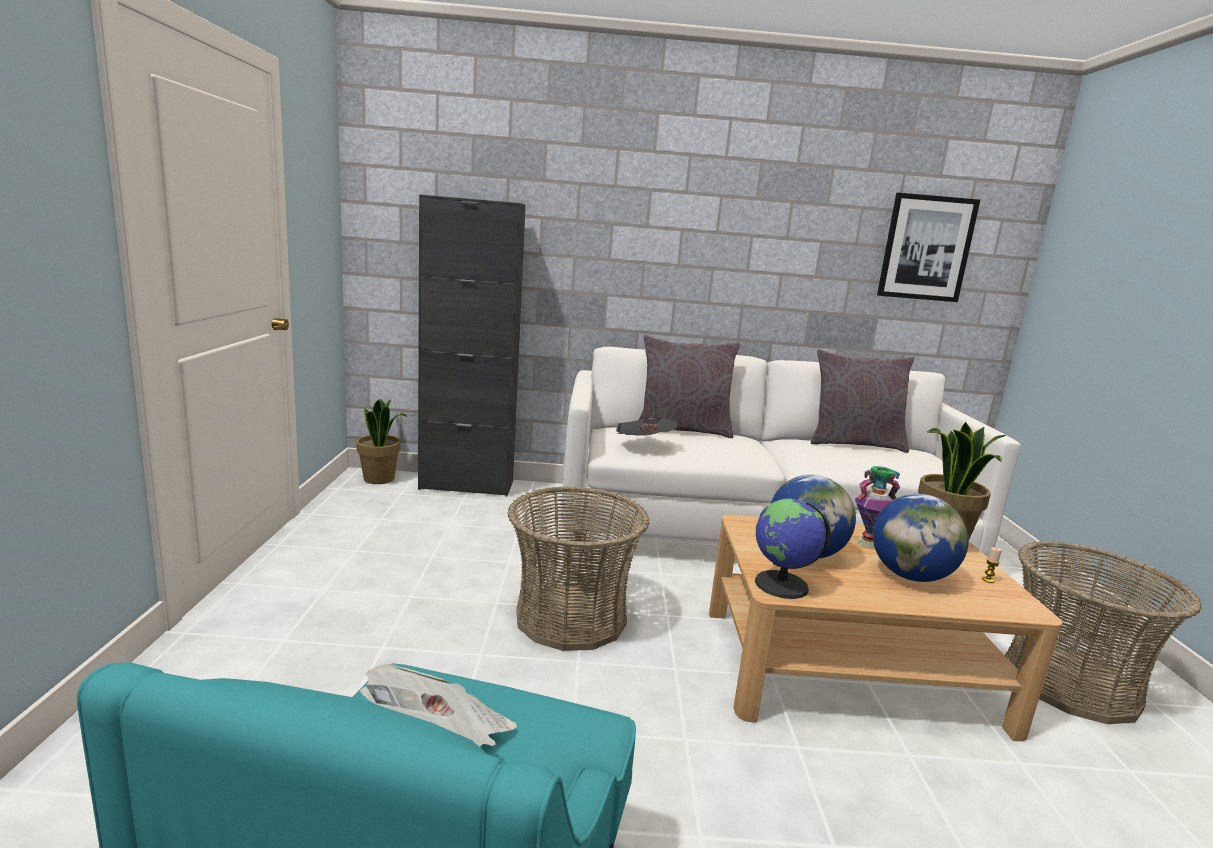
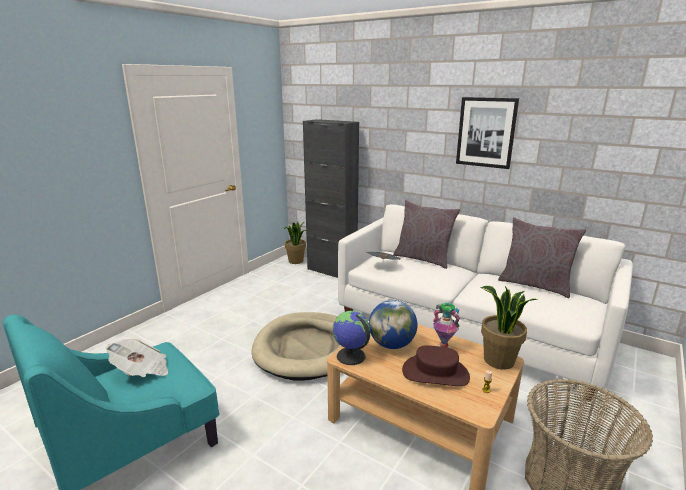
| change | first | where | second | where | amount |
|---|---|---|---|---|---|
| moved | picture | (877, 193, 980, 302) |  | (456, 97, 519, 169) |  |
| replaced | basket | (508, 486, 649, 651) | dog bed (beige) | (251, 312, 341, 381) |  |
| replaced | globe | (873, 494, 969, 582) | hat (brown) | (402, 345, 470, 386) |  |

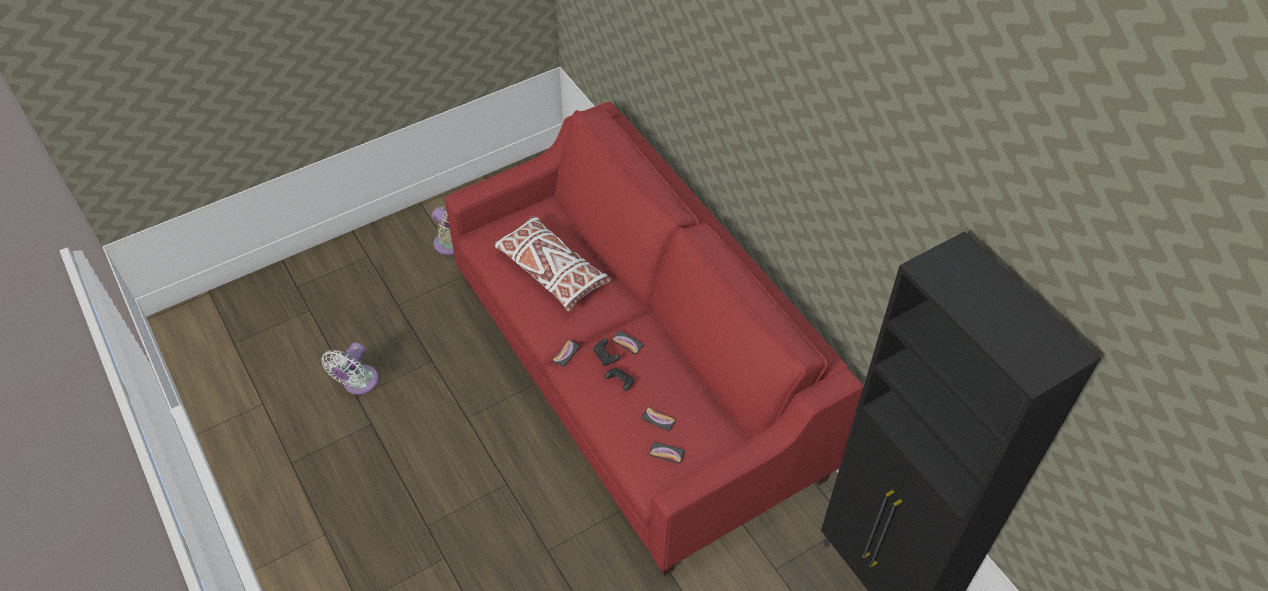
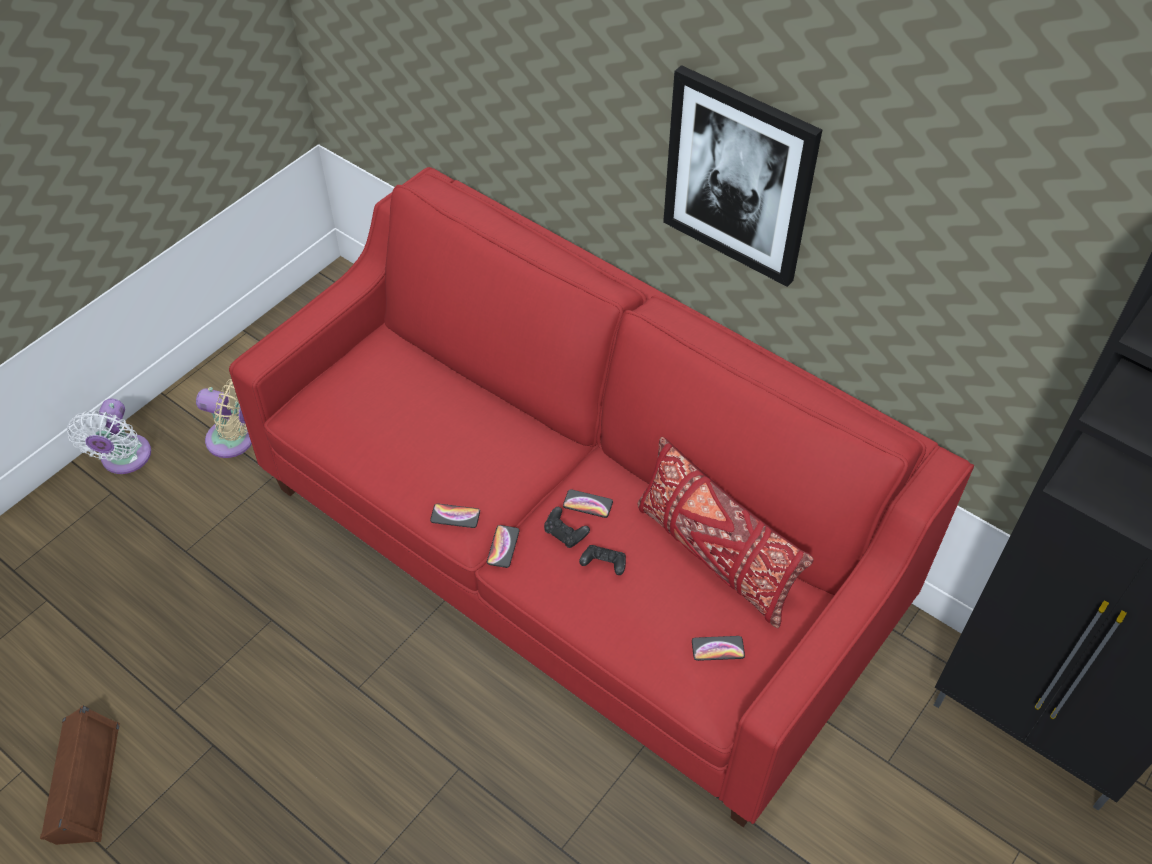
| change | first | where | second | where | amount |
|---|---|---|---|---|---|
| removed | pillow (white) | (493, 216, 612, 312) |  |  |  |
| moved | fan (white) | (321, 342, 379, 395) |  | (67, 399, 151, 474) |  |
| moved | phone | (641, 407, 676, 431) |  | (430, 503, 480, 528) |  |
| added |  |  | picture | (663, 65, 822, 287) |  |
| added |  |  | pillow (red) | (638, 437, 814, 628) |  |
| added |  |  | speaker (brown) | (40, 705, 120, 845) |  |

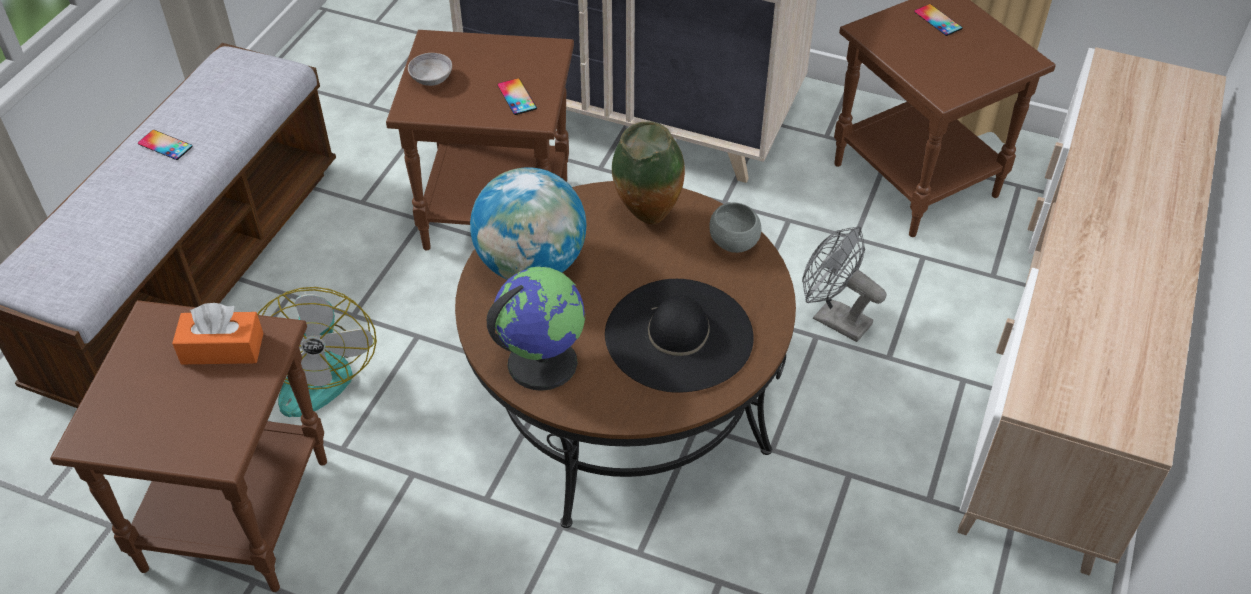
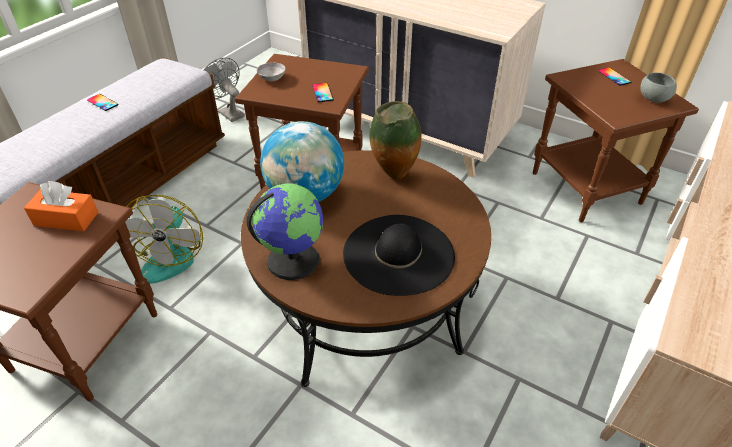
| change | first | where | second | where | amount |
|---|---|---|---|---|---|
| moved | bowl (grey) | (710, 202, 761, 253) |  | (640, 72, 677, 103) |  |
| moved | fan (grey) | (802, 226, 886, 342) |  | (204, 58, 245, 122) |  |

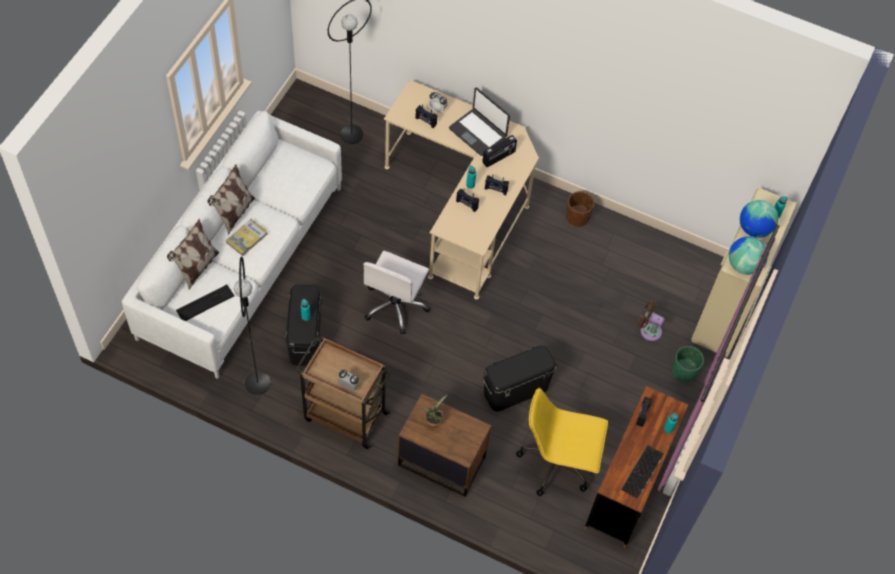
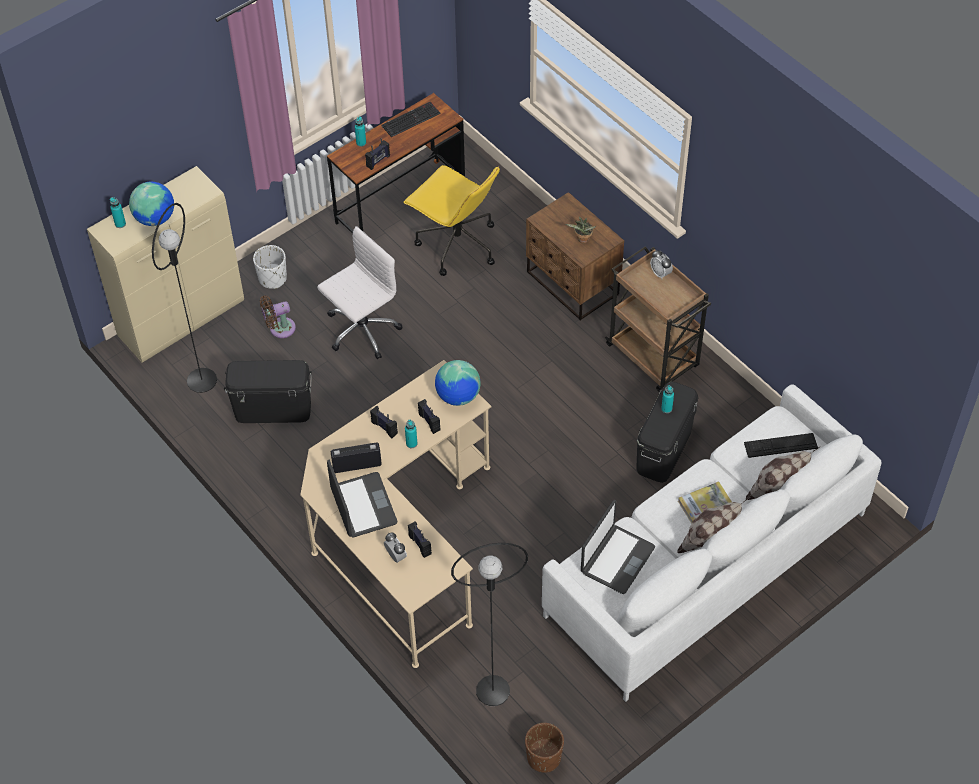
| change | first | where | second | where | amount |
|---|---|---|---|---|---|
| moved | planter (brown) | (566, 191, 594, 227) |  | (525, 723, 564, 773) |  |
| moved | globe | (729, 236, 768, 275) |  | (435, 360, 481, 406) |  |
| moved | office chair (white) | (363, 251, 430, 334) |  | (317, 226, 402, 359) |  |
| moved | floor lamp (black) | (234, 256, 271, 395) |  | (152, 203, 217, 393) |  |
| turned | fan (brown) | (638, 301, 665, 341) |  | (260, 296, 296, 338) | 105 degrees clockwise |
| moved | storage box (black) | (483, 346, 557, 412) |  | (224, 360, 312, 423) |  |
| recoloured | planter (green) | (672, 346, 704, 382) | planter (white) | (253, 245, 287, 289) |  |
| added |  |  | laptop | (581, 500, 655, 594) |  |

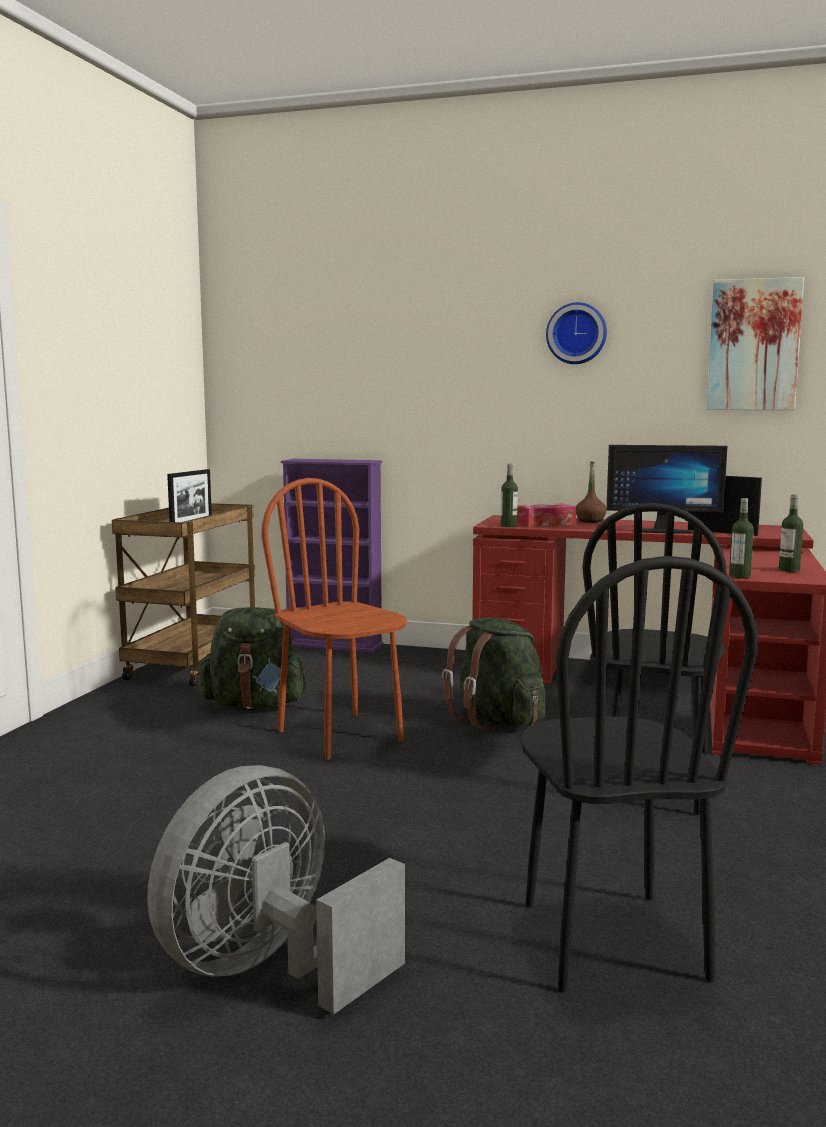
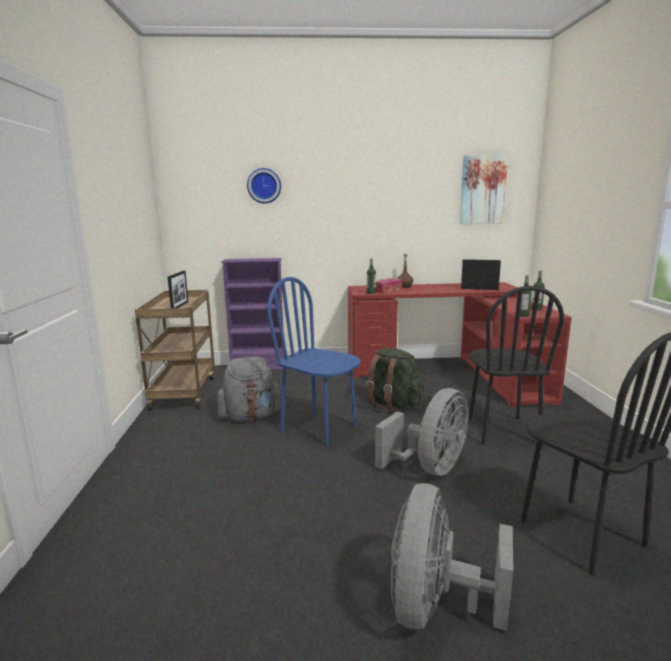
| change | first | where | second | where | amount |
|---|---|---|---|---|---|
| moved | wall clock | (546, 302, 607, 364) |  | (247, 168, 281, 203) |  |
| removed | monitor | (606, 445, 727, 534) |  |  |  |
| recoloured | chair (brown) | (261, 478, 407, 760) | chair (blue) | (267, 277, 361, 447) |  |
| recoloured | backpack (green) | (200, 607, 308, 711) | backpack (grey) | (216, 357, 282, 421) |  |
| added |  |  | fan (grey) | (375, 388, 468, 476) |  |

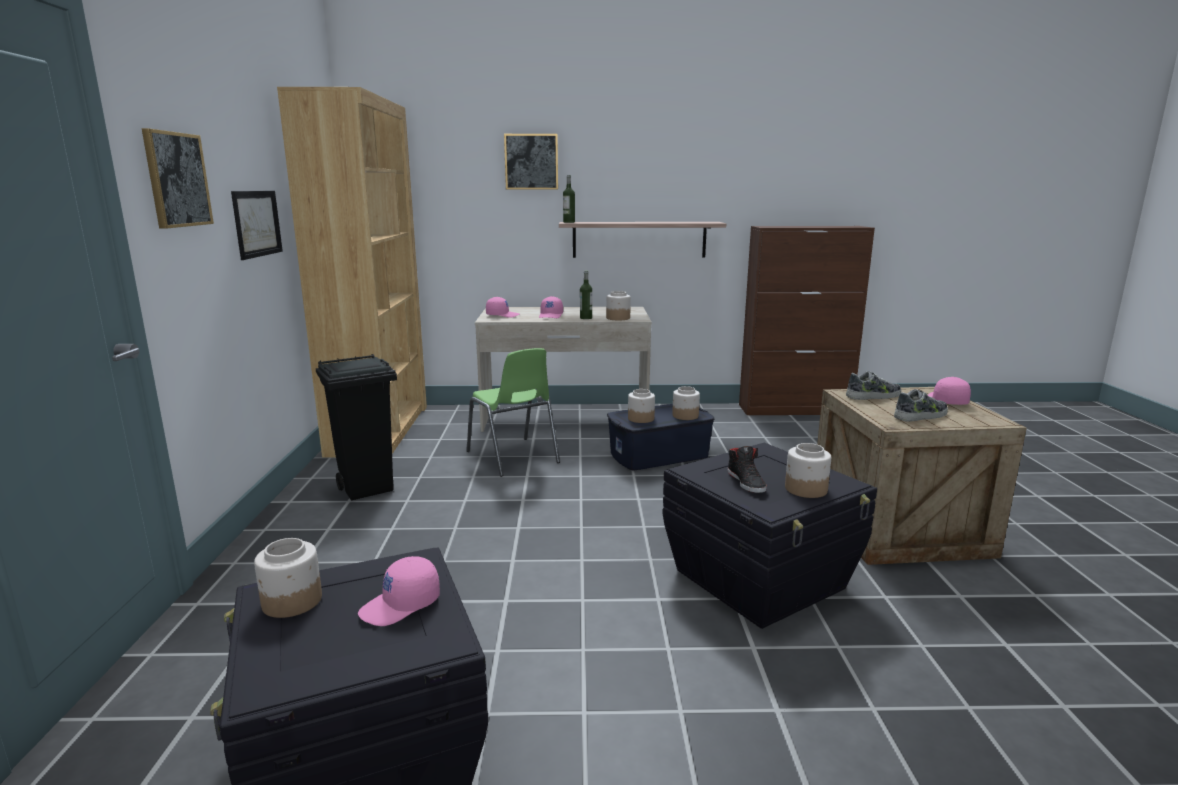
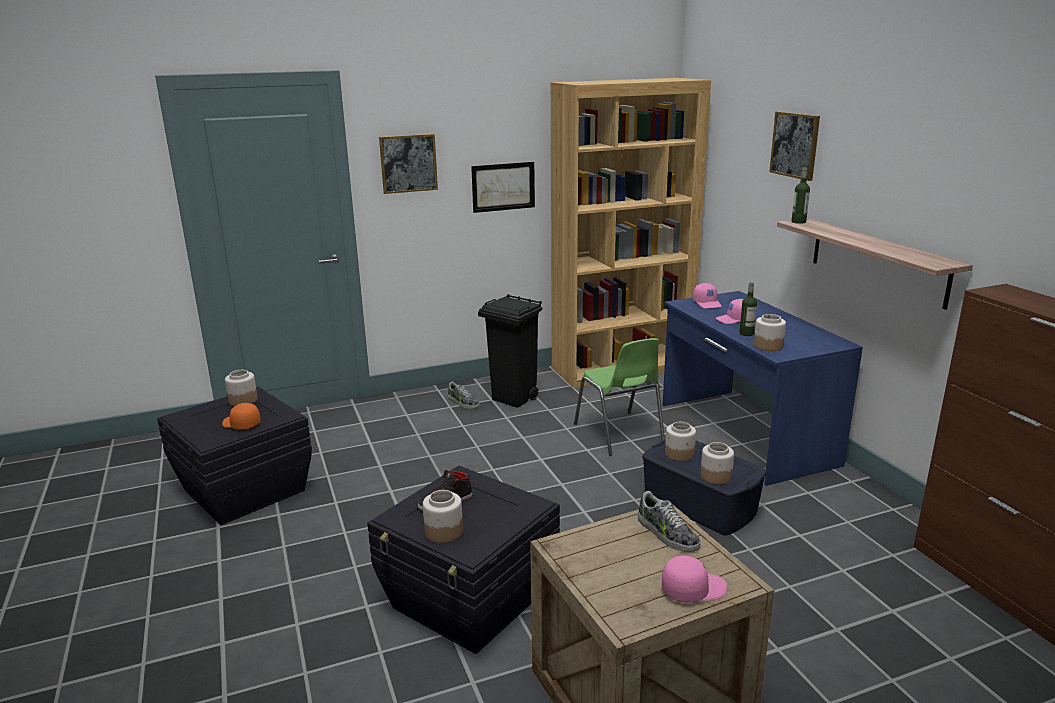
| change | first | where | second | where | amount |
|---|---|---|---|---|---|
| recoloured | desk (beige) | (475, 307, 652, 432) | desk (blue) | (663, 291, 863, 486) |  |
| turned | chair (green) | (466, 348, 560, 477) |  | (574, 338, 665, 456) | 60 degrees counterclockwise |
| moved | shoe | (894, 389, 948, 422) |  | (448, 382, 480, 409) |  |
| recoloured | cap (pink) | (358, 556, 440, 626) | cap (orange) | (222, 403, 261, 429) |  |

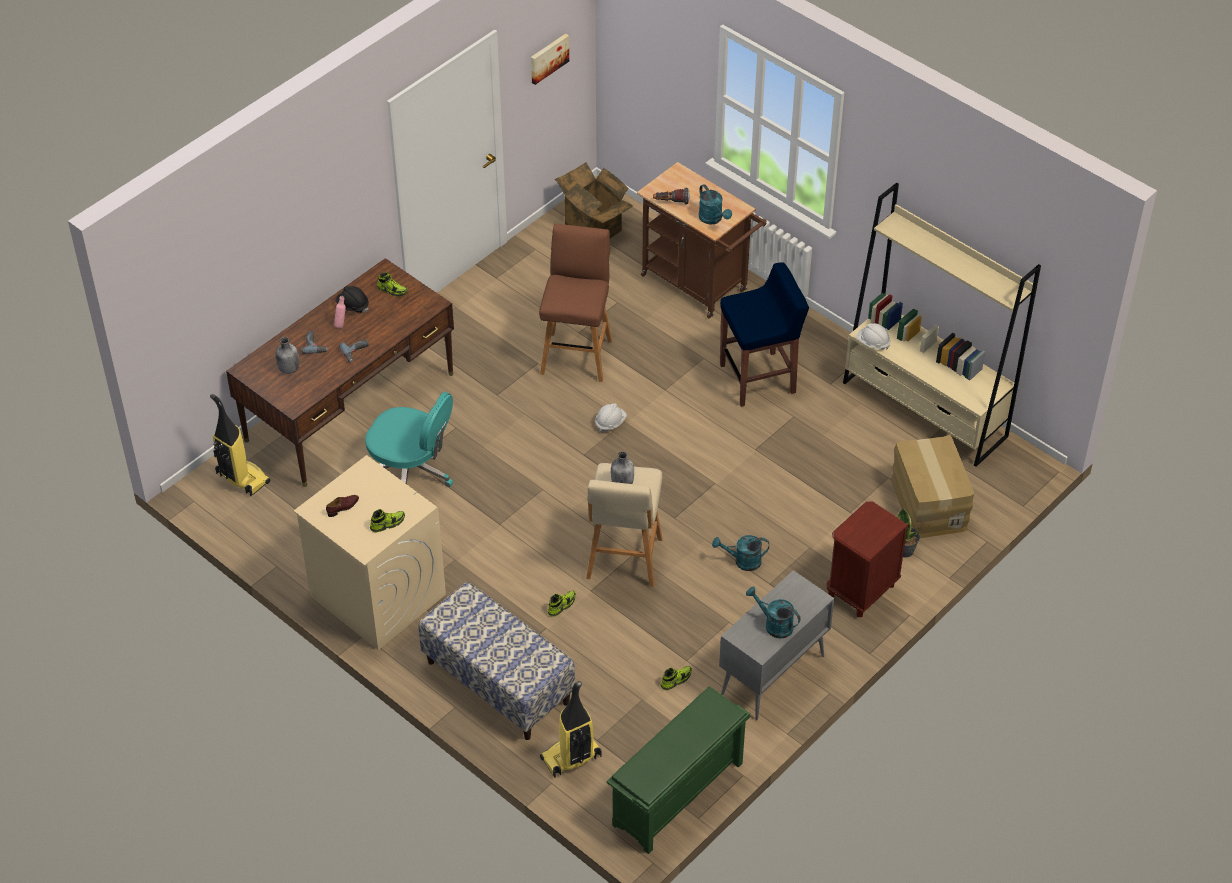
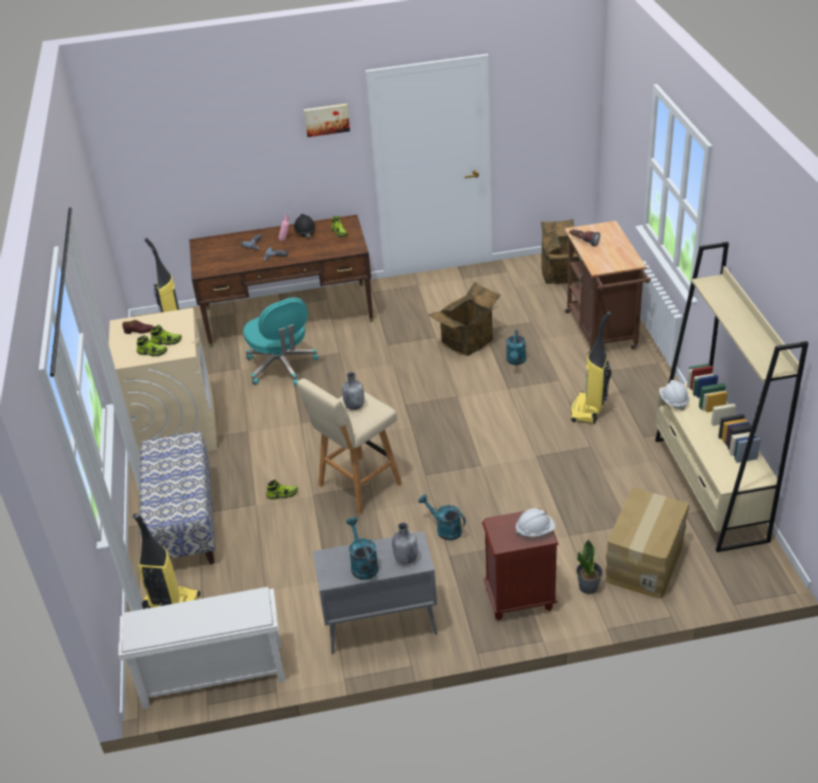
| change | first | where | second | where | amount |
|---|---|---|---|---|---|
| moved | picture | (531, 34, 569, 85) |  | (304, 103, 350, 137) |  |
| moved | watering can (turquoise) | (699, 184, 732, 225) |  | (506, 330, 526, 365) |  |
| replaced | stool (brown) | (539, 224, 612, 382) | cardboard box | (429, 282, 501, 356) |  |
| replaced | stool (blue) | (720, 263, 809, 407) | vacuum cleaner | (570, 311, 611, 424) |  |
| moved | bottle (grey) | (276, 337, 299, 374) |  | (392, 523, 418, 564) |  |
| moved | hard hat (white) | (595, 403, 627, 433) |  | (515, 508, 555, 536) |  |
| moved | shoe | (661, 666, 692, 690) |  | (151, 325, 182, 345) |  |
| recoloured | shoe rack (green) | (606, 686, 750, 854) | shoe rack (white) | (118, 587, 285, 709) |  |

